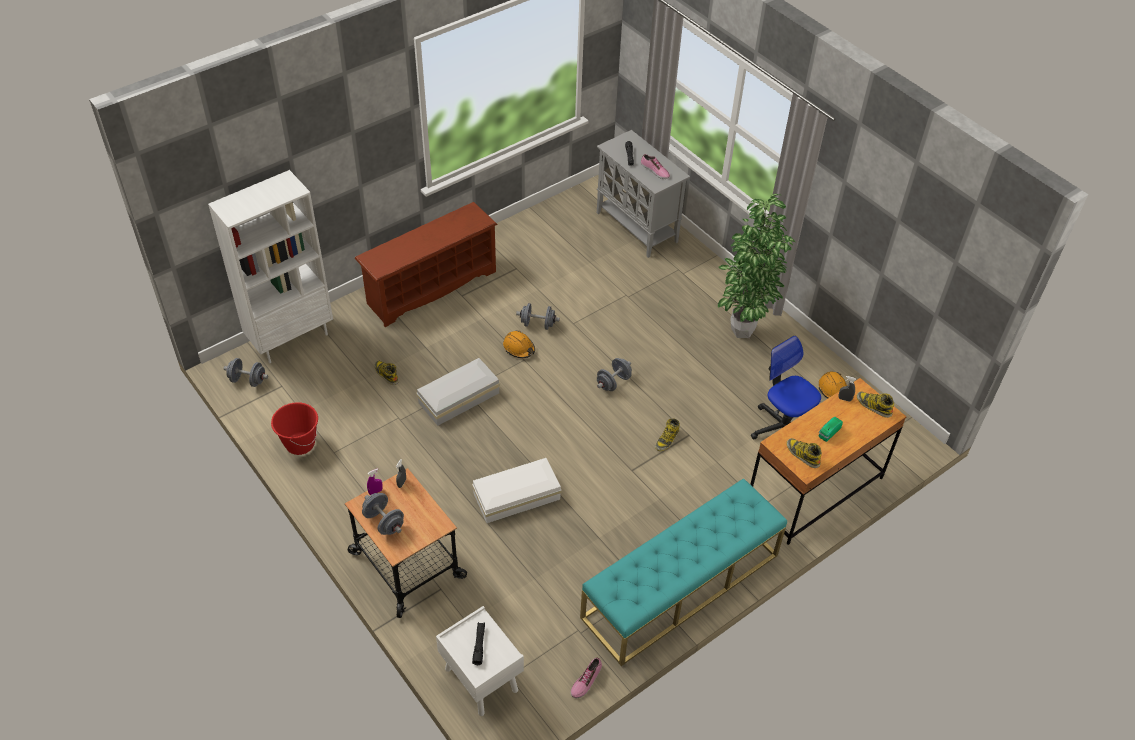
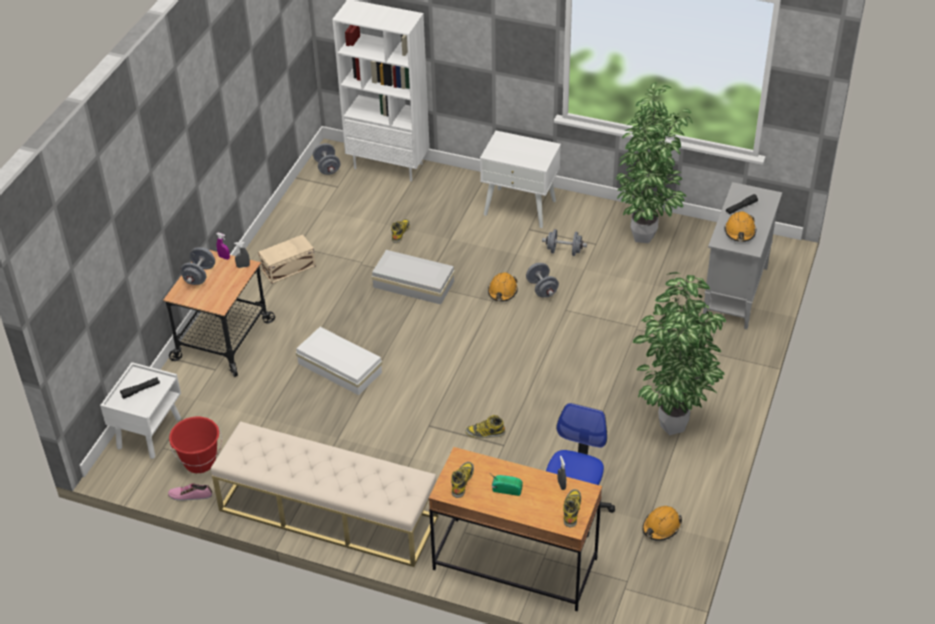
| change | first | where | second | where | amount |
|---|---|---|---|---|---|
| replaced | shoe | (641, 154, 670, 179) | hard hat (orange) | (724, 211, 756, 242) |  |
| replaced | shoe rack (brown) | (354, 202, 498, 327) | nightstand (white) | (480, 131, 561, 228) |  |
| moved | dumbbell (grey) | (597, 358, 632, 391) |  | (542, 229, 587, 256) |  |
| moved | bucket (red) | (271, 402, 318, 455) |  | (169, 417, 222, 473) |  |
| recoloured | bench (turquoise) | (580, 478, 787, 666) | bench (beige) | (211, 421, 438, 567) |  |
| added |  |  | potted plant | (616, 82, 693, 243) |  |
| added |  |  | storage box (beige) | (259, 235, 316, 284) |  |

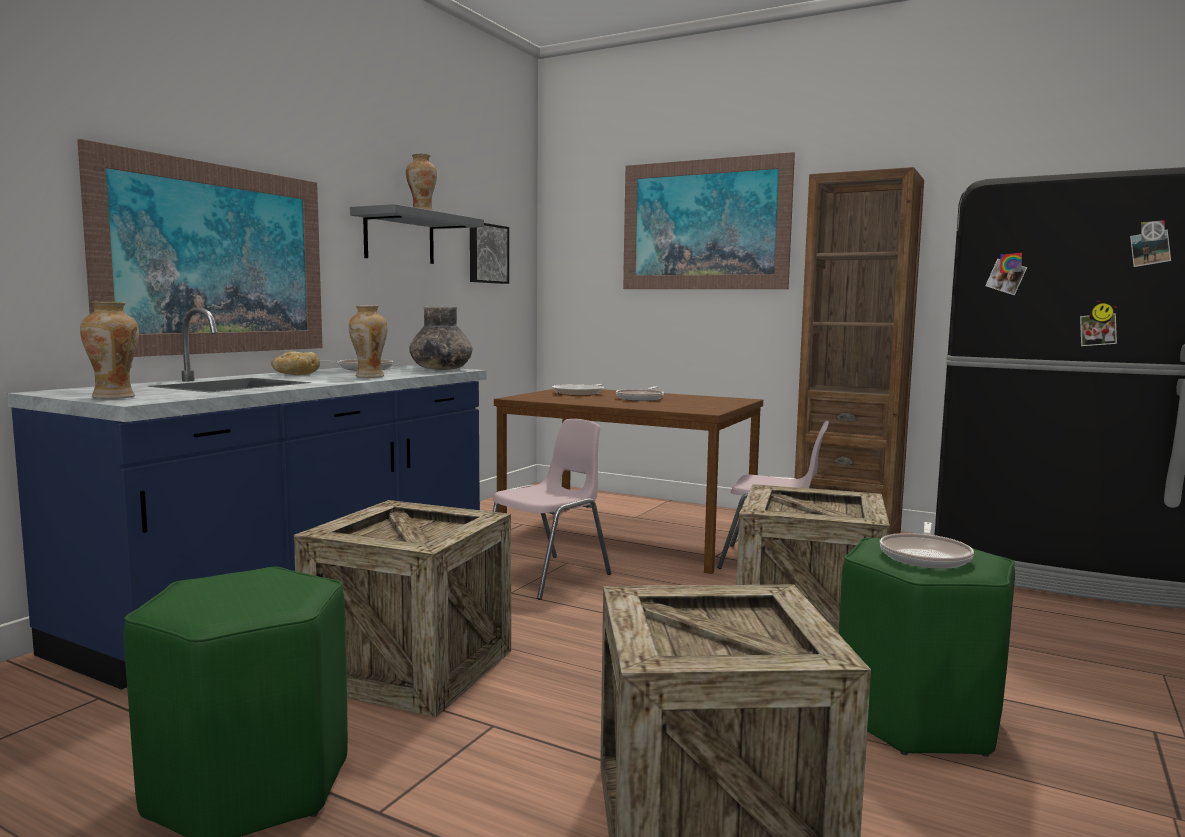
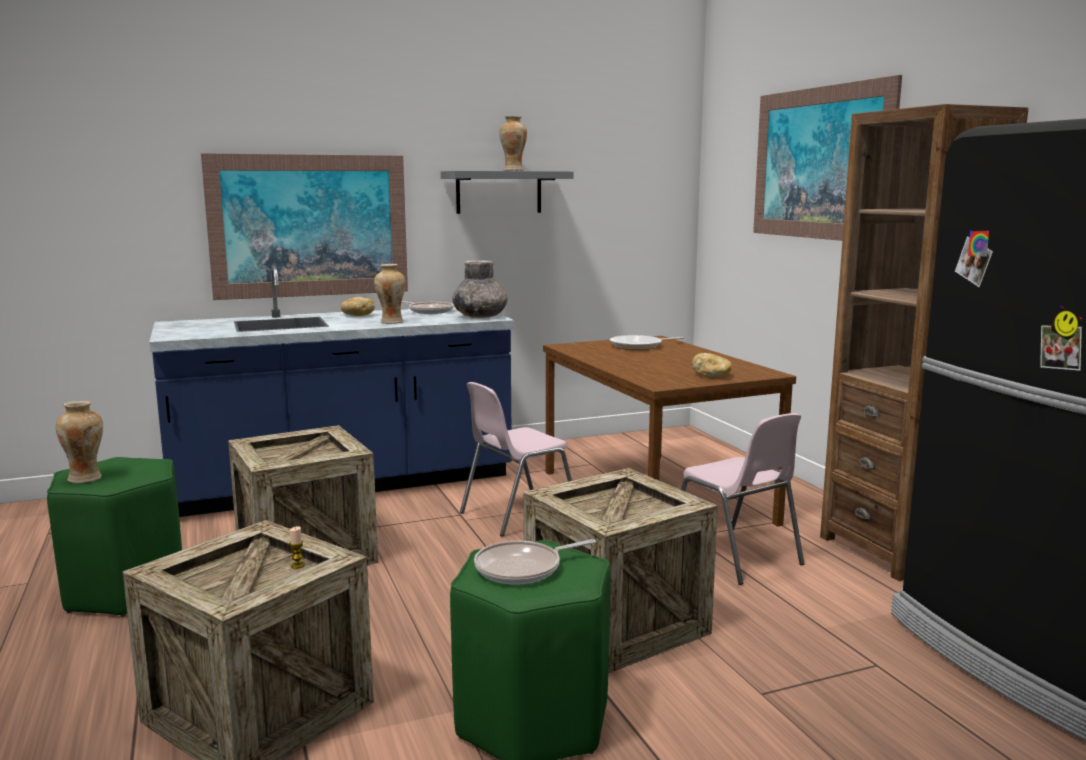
| change | first | where | second | where | amount |
|---|---|---|---|---|---|
| removed | picture | (470, 223, 509, 284) |  |  |  |
| moved | vase | (80, 302, 139, 399) |  | (56, 401, 103, 483) |  |
| removed | frying pan | (616, 387, 664, 401) |  |  |  |
| turned | chair (pink) | (492, 419, 611, 600) |  | (460, 382, 572, 537) | 150 degrees clockwise |
| added |  |  | bread | (692, 353, 732, 377) |  |
| added |  |  | candle | (289, 526, 305, 569) |  |

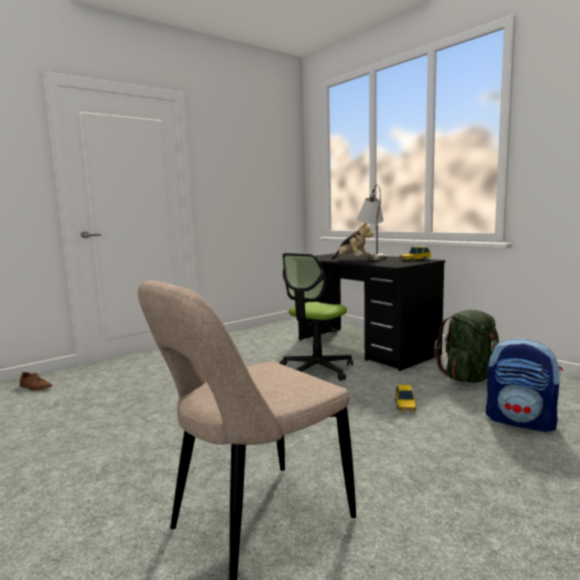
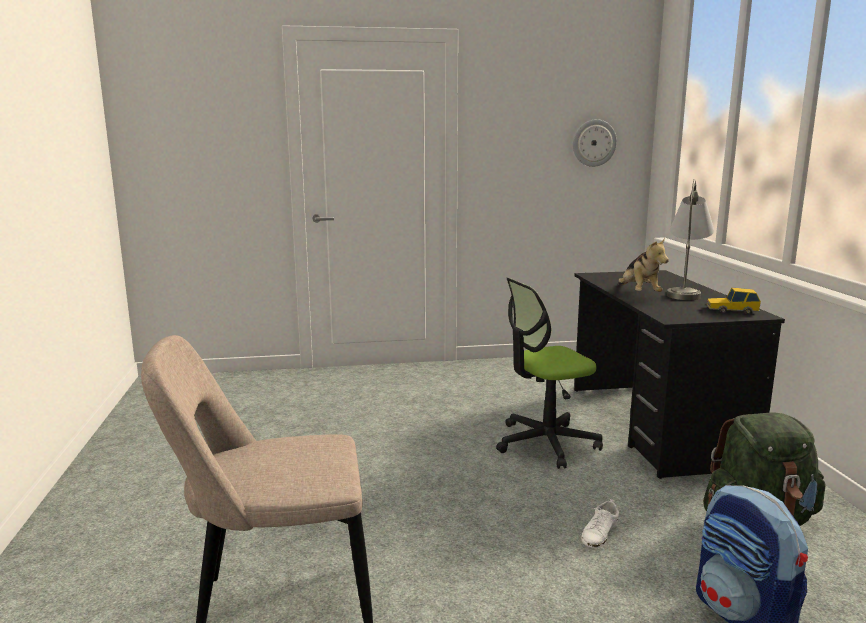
| change | first | where | second | where | amount |
|---|---|---|---|---|---|
| removed | shoe (brown) | (20, 372, 52, 391) |  |  |  |
| replaced | toy car | (395, 385, 417, 412) | shoe (white) | (581, 499, 619, 548) |  |
| added |  |  | wall clock | (573, 119, 617, 167) |  |

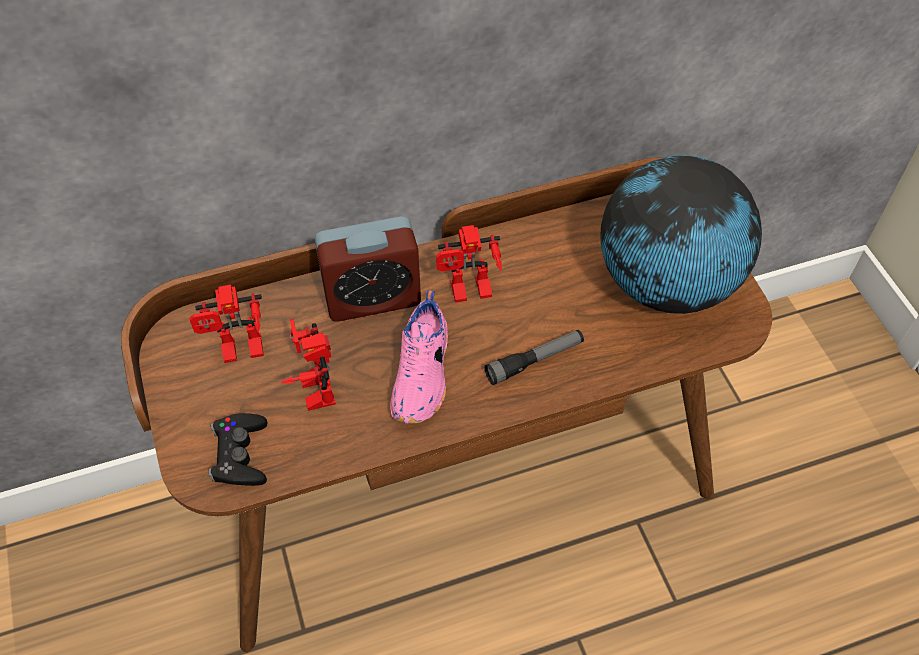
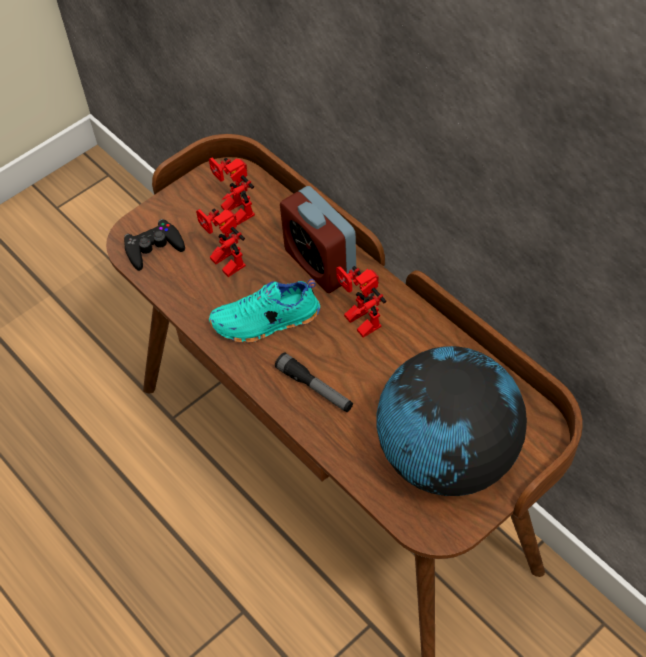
| change | first | where | second | where | amount |
|---|---|---|---|---|---|
| recoloured | shoe (pink) | (390, 290, 448, 423) | shoe (turquoise) | (209, 279, 320, 343) |  |
| turned | toy robot | (280, 319, 336, 411) |  | (196, 209, 246, 277) | 90 degrees counterclockwise |

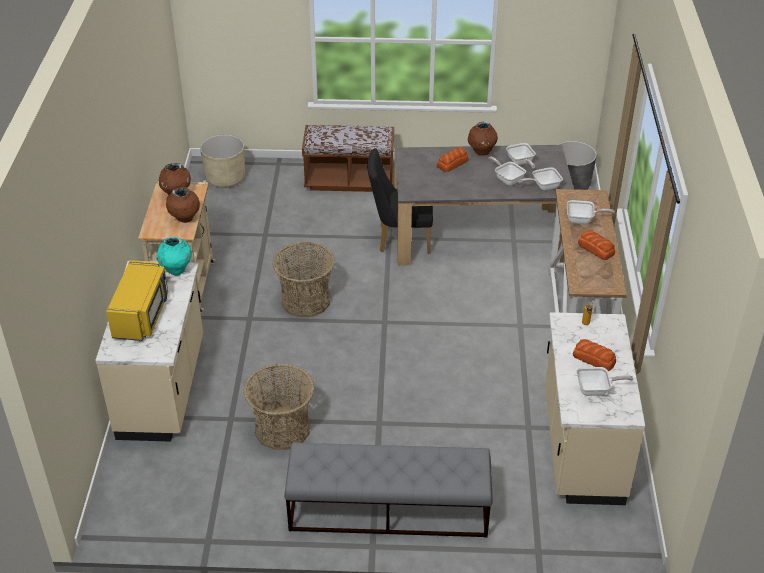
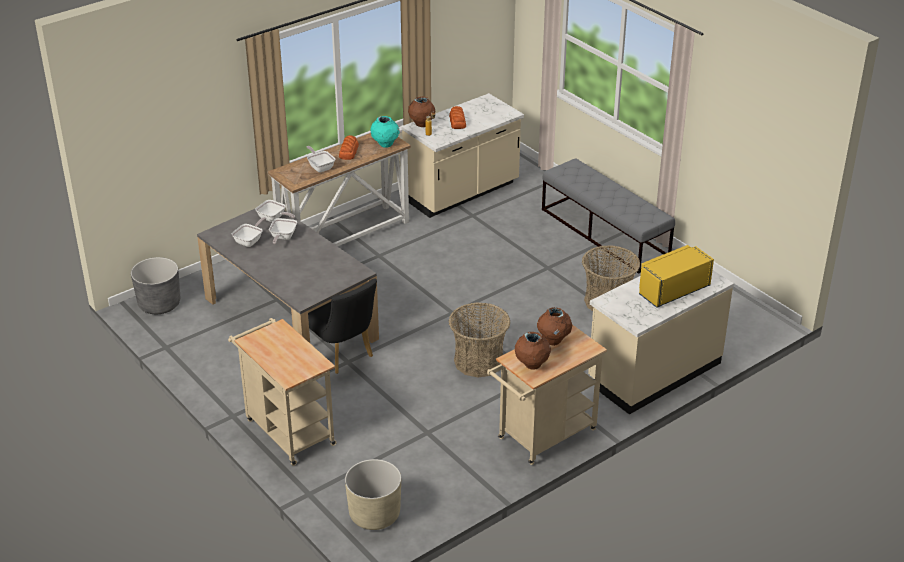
| change | first | where | second | where | amount |
|---|---|---|---|---|---|
| moved | vase (brown) | (468, 122, 498, 155) |  | (408, 96, 435, 127) |  |
| replaced | bench (brown) | (302, 125, 394, 192) | cart (beige) | (228, 318, 337, 466) |  |
| removed | bread | (437, 147, 469, 172) |  |  |  |
| moved | vase (turquoise) | (157, 237, 192, 275) |  | (370, 116, 400, 148) |  |
| removed | frying pan | (576, 367, 633, 396) |  |  |  |

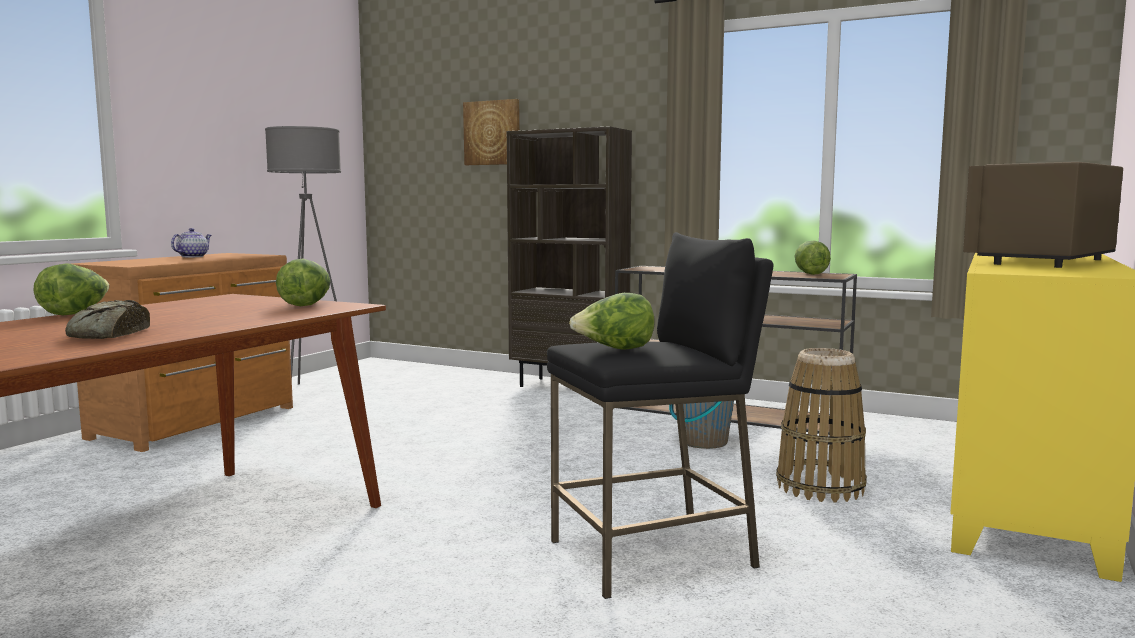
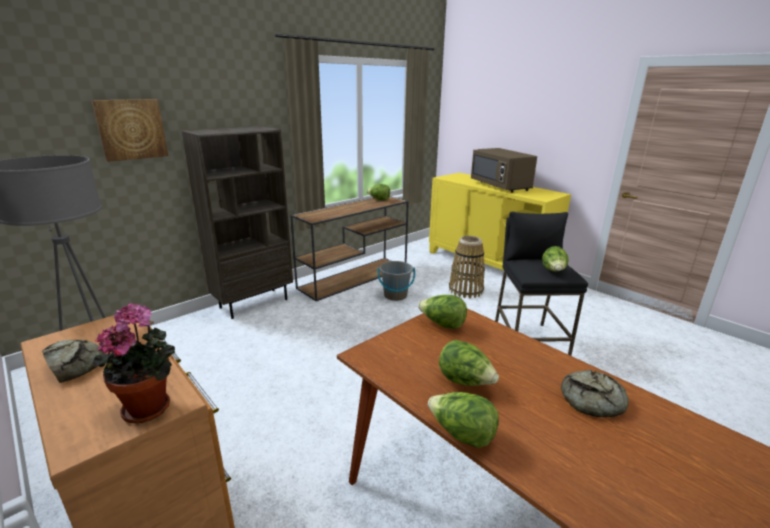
| change | first | where | second | where | amount |
|---|---|---|---|---|---|
| replaced | teapot | (171, 228, 211, 257) | bread | (42, 340, 105, 383) |  |
| added |  |  | potted plant | (93, 303, 175, 423) |  |
| added |  |  | lettuce | (439, 340, 499, 386) |  |

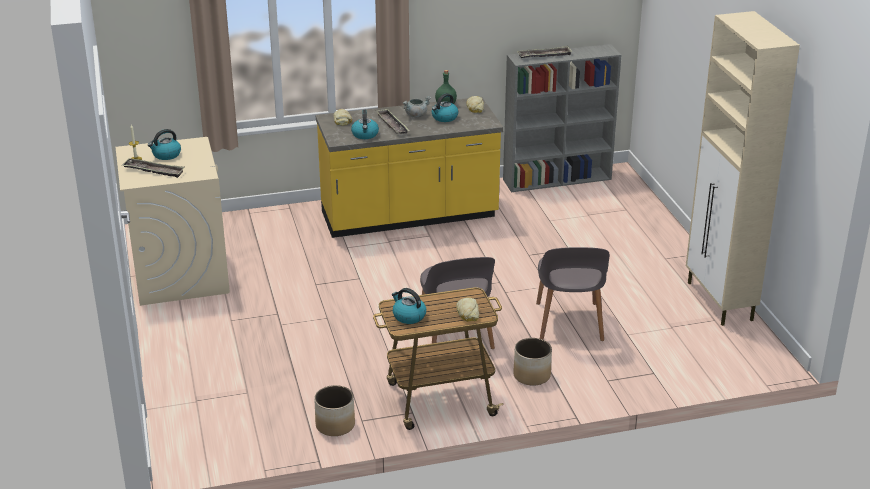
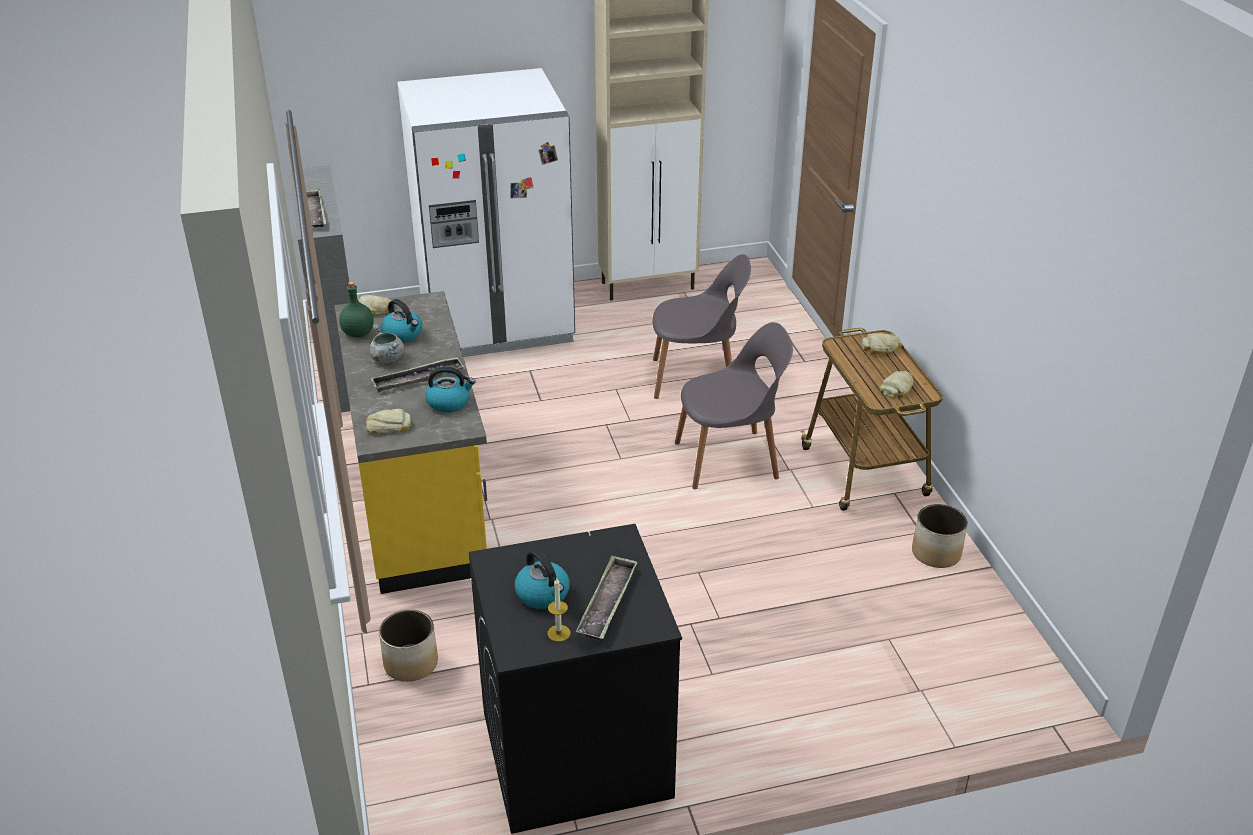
| change | first | where | second | where | amount |
|---|---|---|---|---|---|
| recoloured | washing machine (beige) | (116, 137, 230, 306) | washing machine (black) | (469, 524, 682, 834) |  |
| replaced | kettle | (392, 288, 426, 324) | bread | (880, 371, 913, 398) |  |
| moved | planter | (513, 338, 552, 386) |  | (379, 610, 438, 682) |  |
| added |  |  | fridge (white) | (397, 68, 575, 357) |  |

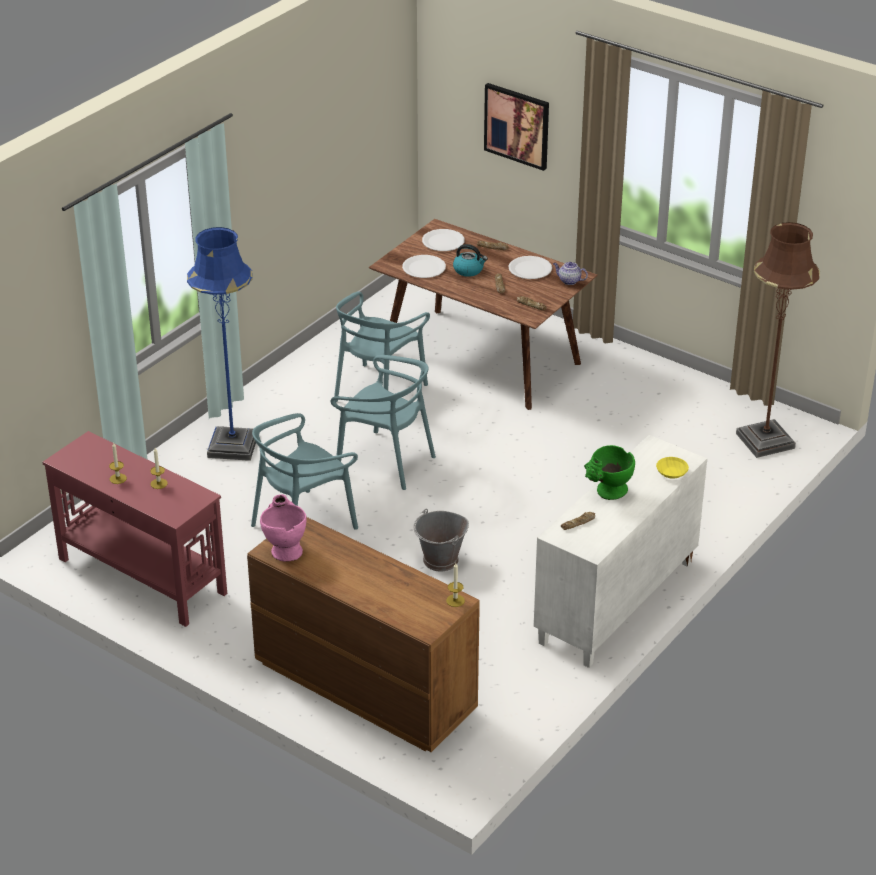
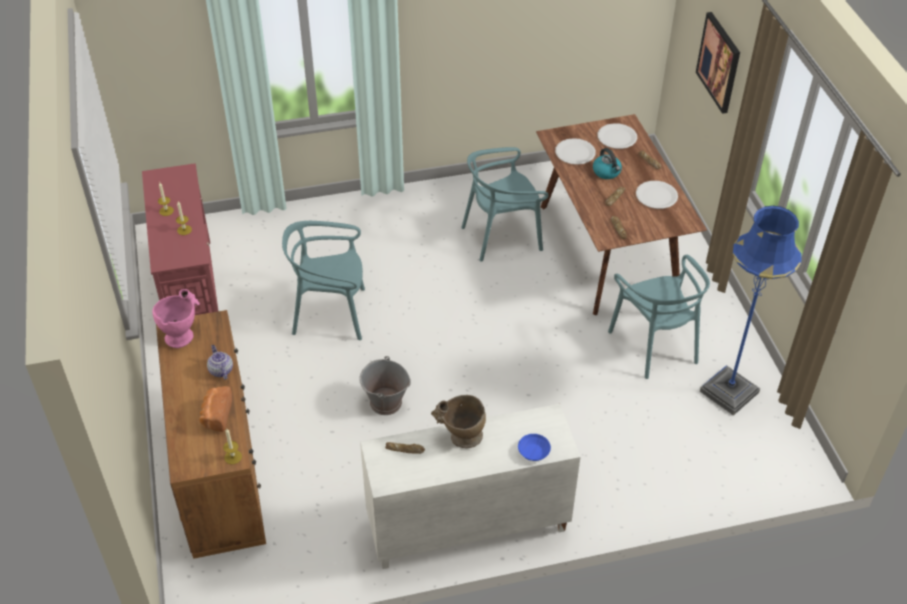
| change | first | where | second | where | amount |
|---|---|---|---|---|---|
| removed | floor lamp (brown) | (736, 222, 820, 458) |  |  |  |
| moved | floor lamp (blue) | (187, 227, 256, 461) |  | (700, 206, 802, 416) |  |
| moved | teapot | (553, 262, 588, 285) |  | (207, 345, 233, 380) |  |
| moved | chair (turquoise) | (330, 355, 436, 490) |  | (608, 255, 710, 379) |  |
| recoloured | vase (green) | (584, 445, 635, 500) | vase (beige) | (431, 395, 486, 448) |  |
| recoloured | bowl (yellow) | (656, 457, 689, 479) | bowl (blue) | (518, 434, 551, 461) |  |
| added |  |  | bread | (199, 386, 232, 432) |  |

